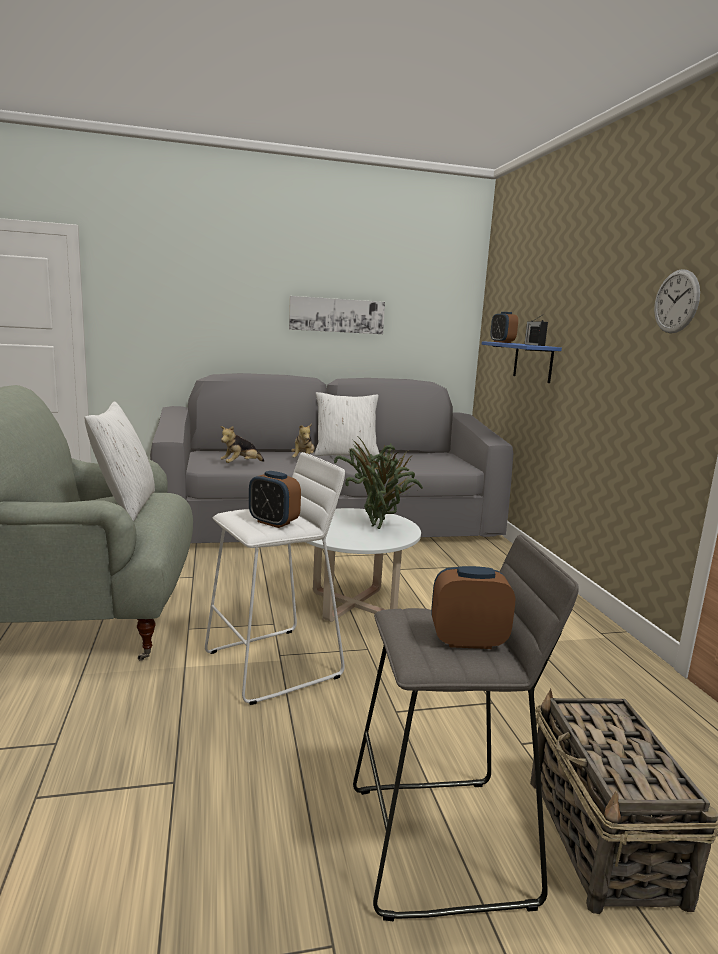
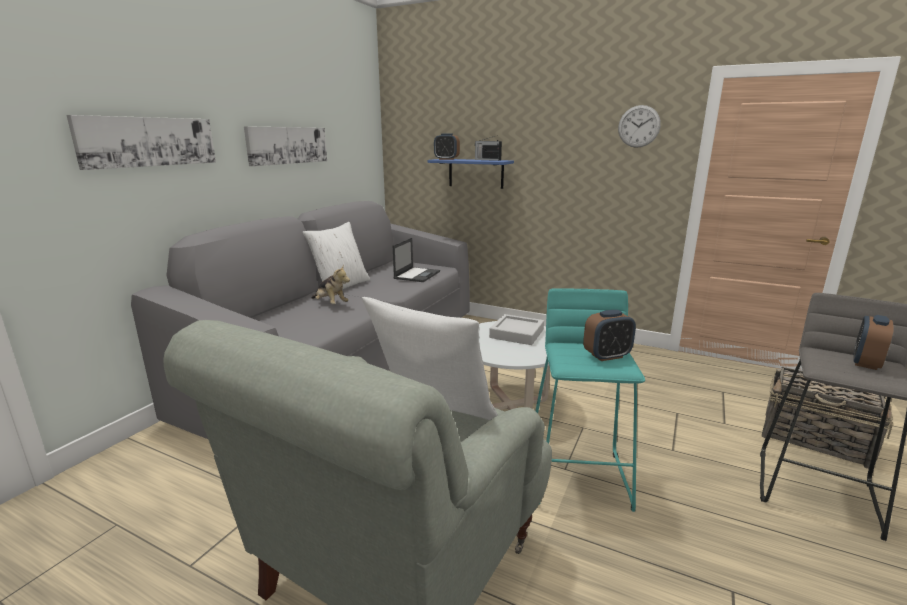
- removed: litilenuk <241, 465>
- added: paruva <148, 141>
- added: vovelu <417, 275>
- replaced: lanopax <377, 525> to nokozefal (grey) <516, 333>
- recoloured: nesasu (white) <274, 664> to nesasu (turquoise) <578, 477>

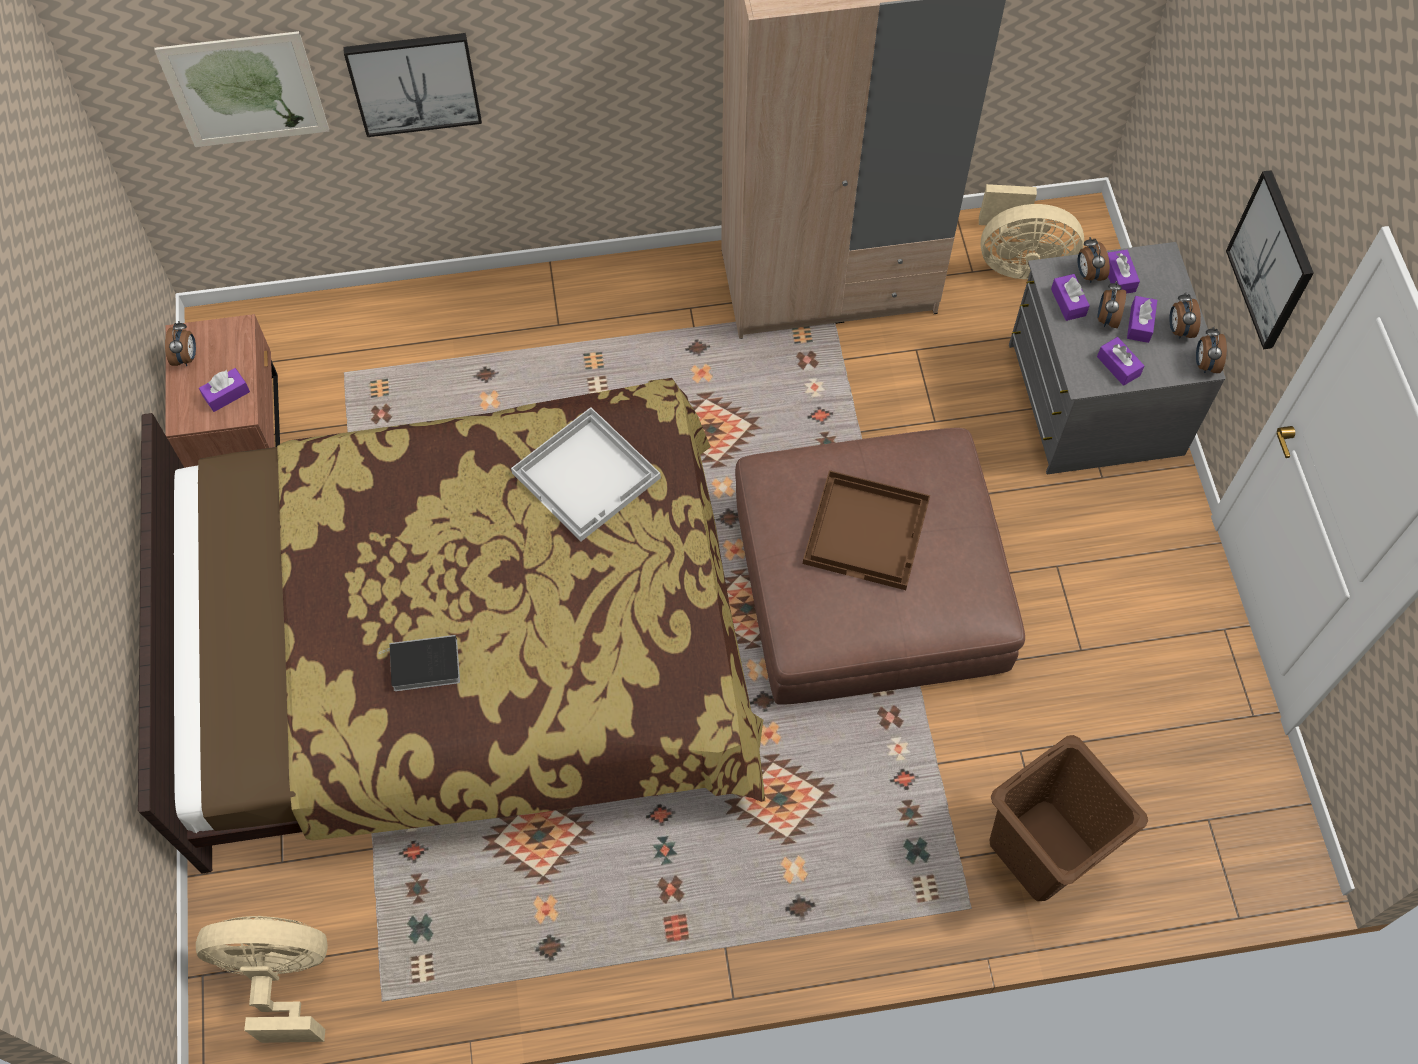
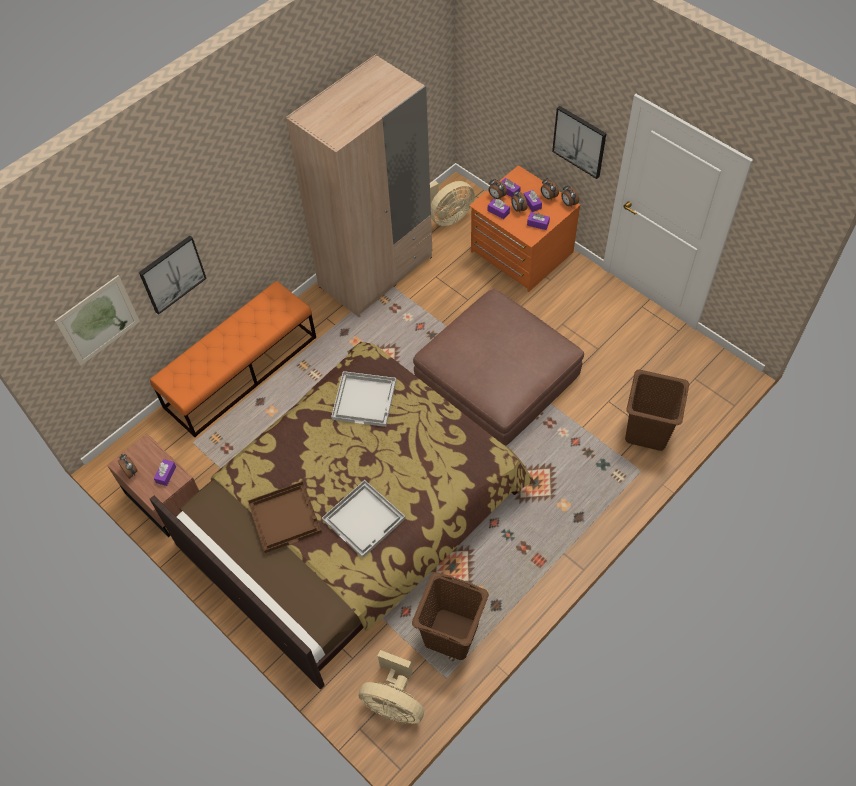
- added: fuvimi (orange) <241, 371>
- added: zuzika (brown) <451, 633>
- moved: nokozefal (brown) <867, 531> to <285, 516>
- replaced: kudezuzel <423, 666> to nokozefal (white) <364, 519>
- recoloured: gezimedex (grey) <1092, 399> to gezimedex (orange) <520, 252>
- turned: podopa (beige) <280, 977> = <394, 703> 120 degrees counterclockwise

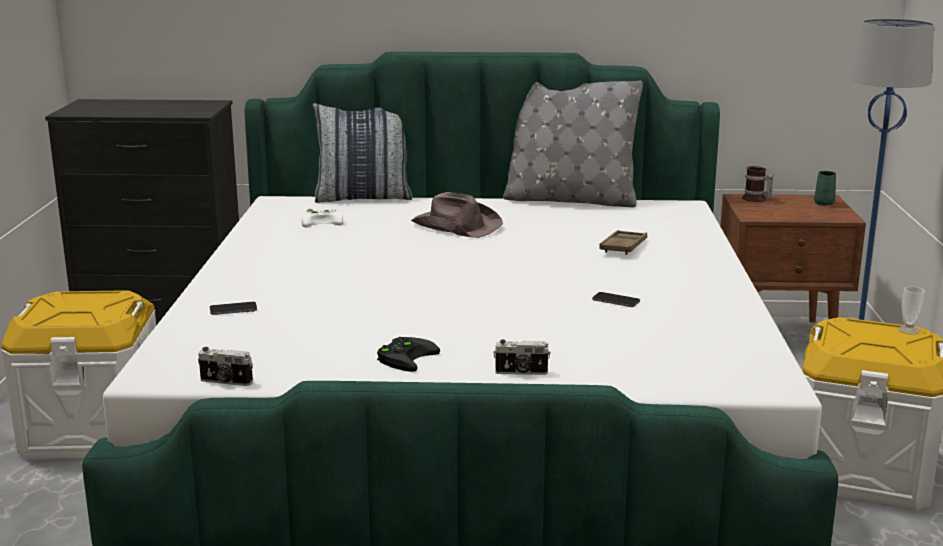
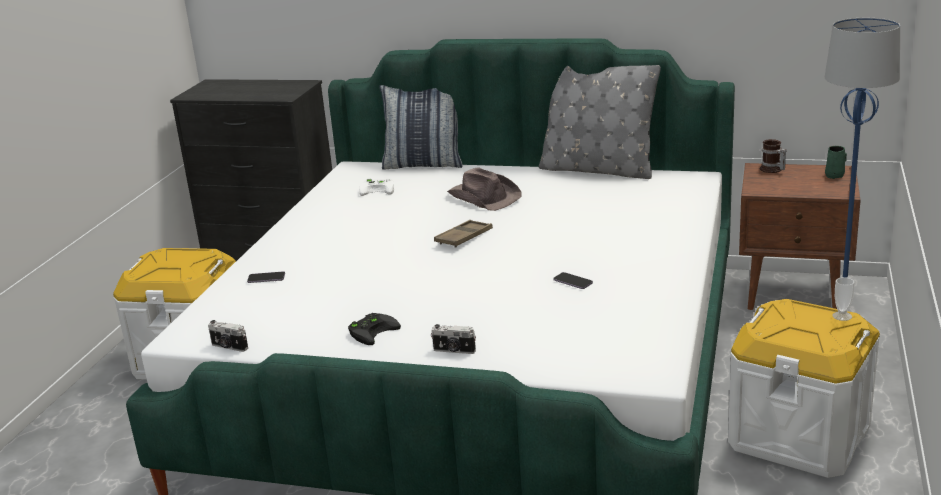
- moved: nokozefal (brown) <623, 247> to <464, 238>

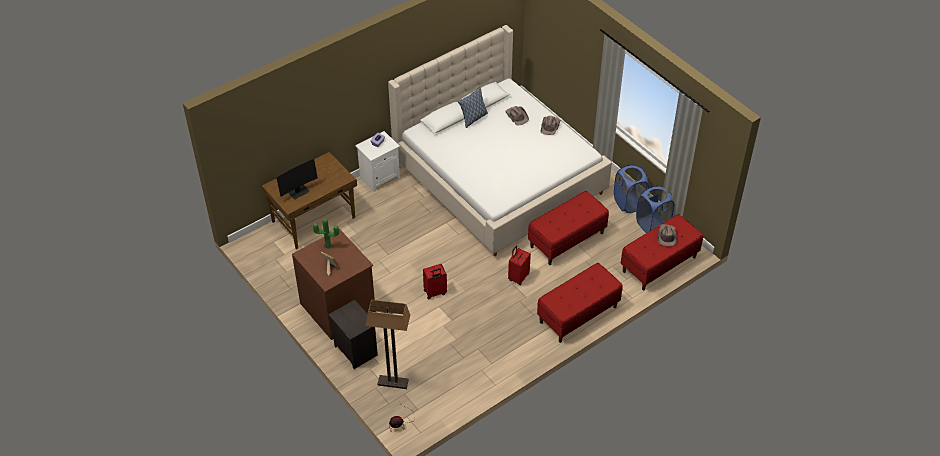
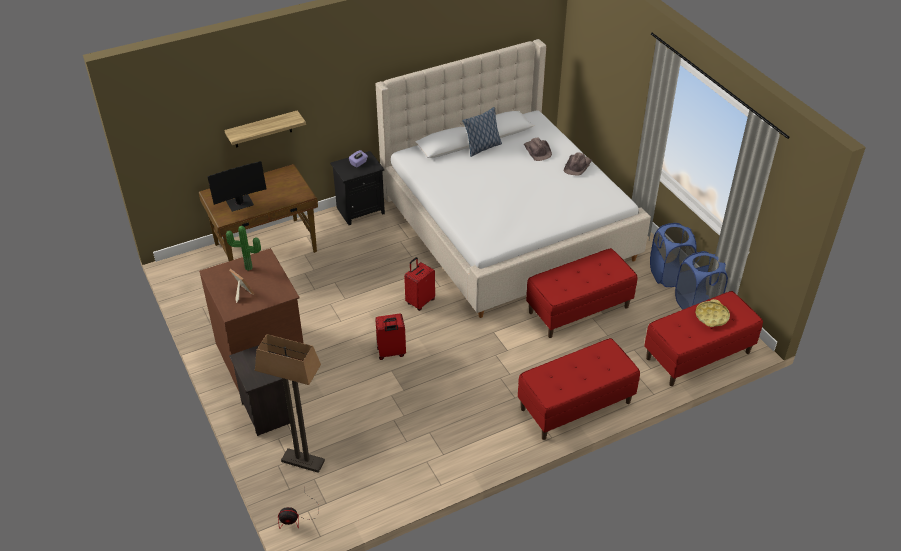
- added: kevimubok <262, 129>
- moved: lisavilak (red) <518, 277> to <420, 301>
- replaced: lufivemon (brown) <666, 236> to nokozefal (yellow) <711, 316>
- recoloured: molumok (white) <380, 177> to molumok (black) <361, 210>

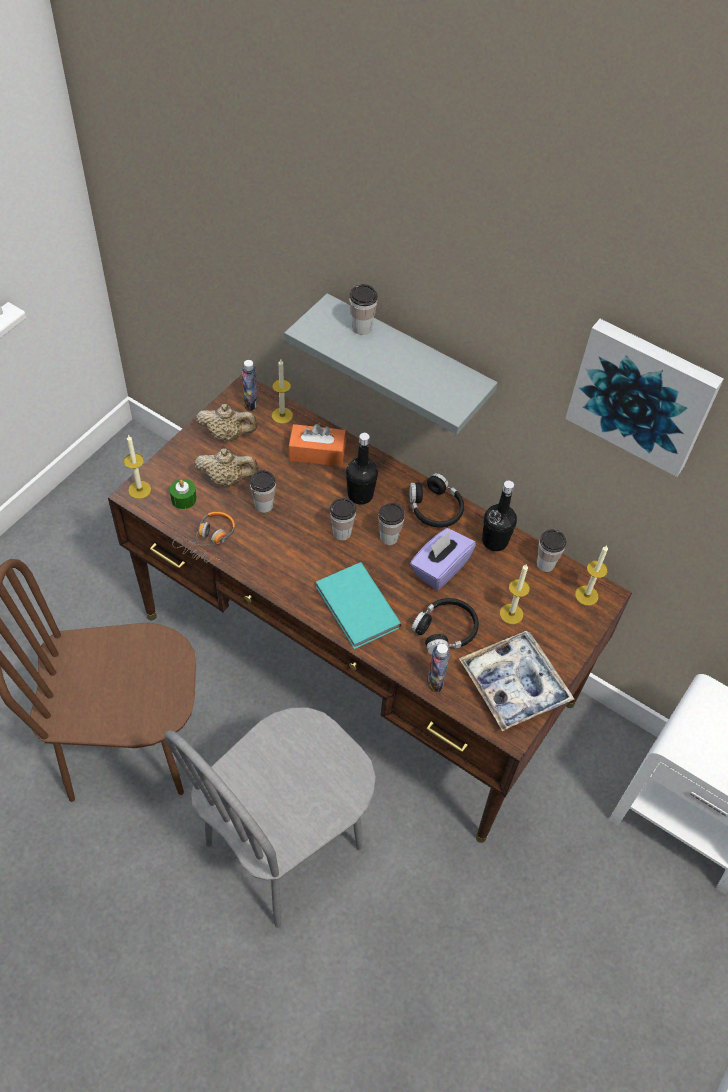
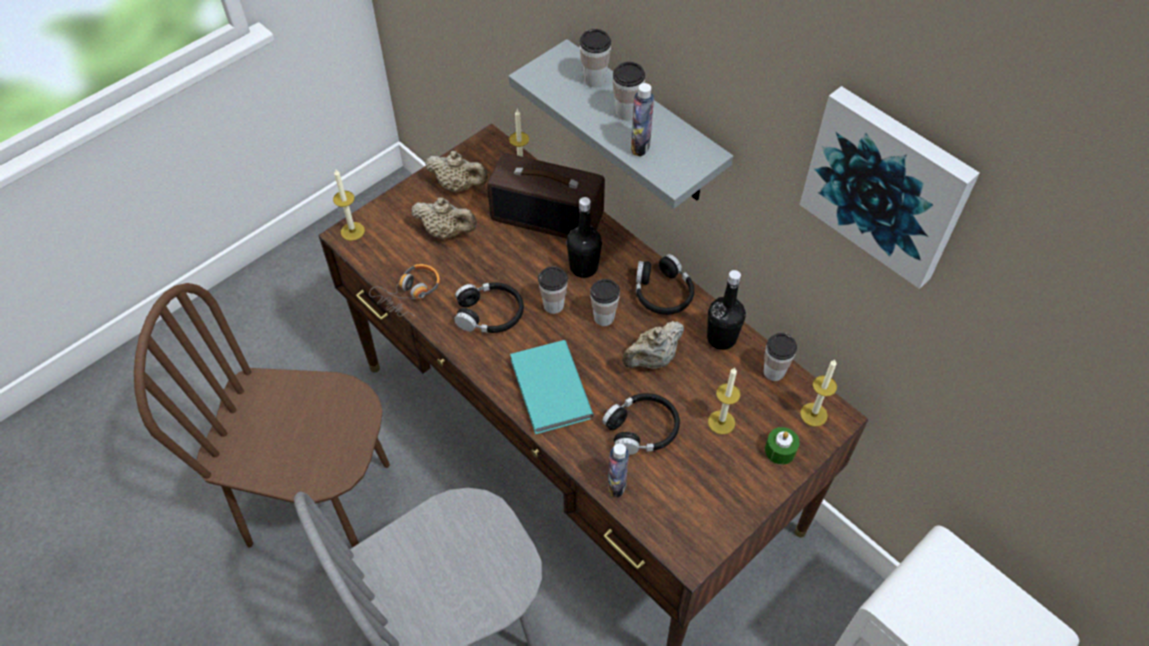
- removed: nokozefal <514, 685>
- added: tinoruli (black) <490, 314>
- moved: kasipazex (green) <183, 499> to <780, 450>
- moved: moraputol <250, 403> to <640, 146>
- moved: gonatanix <264, 505> to <626, 112>
- replaced: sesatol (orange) <317, 452> to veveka <548, 216>
- replaced: sesatol (purple) <440, 568> to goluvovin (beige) <652, 359>

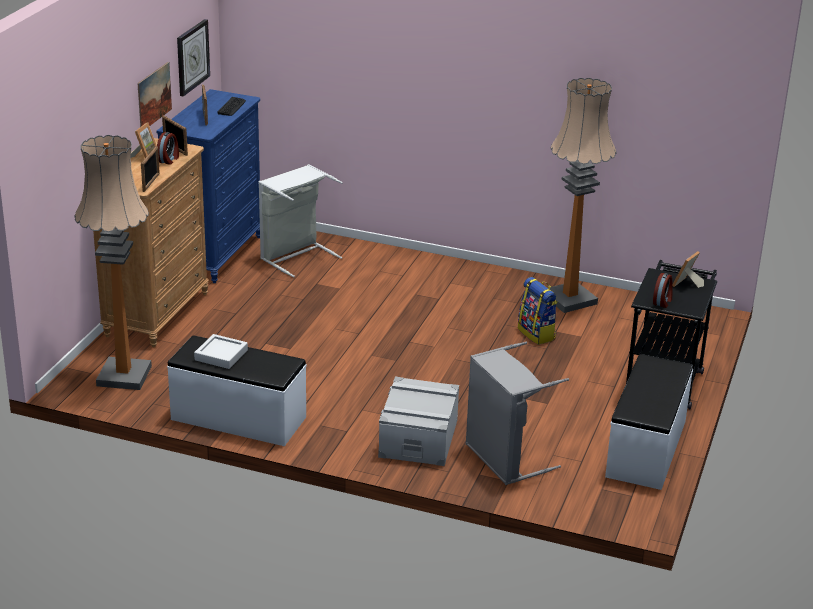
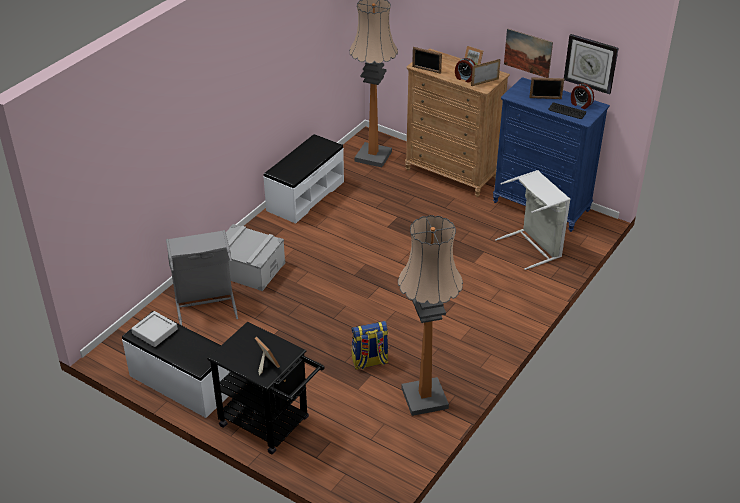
- moved: nokozefal (grey) <221, 355> to <155, 331>
- moved: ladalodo <662, 302> to <580, 104>

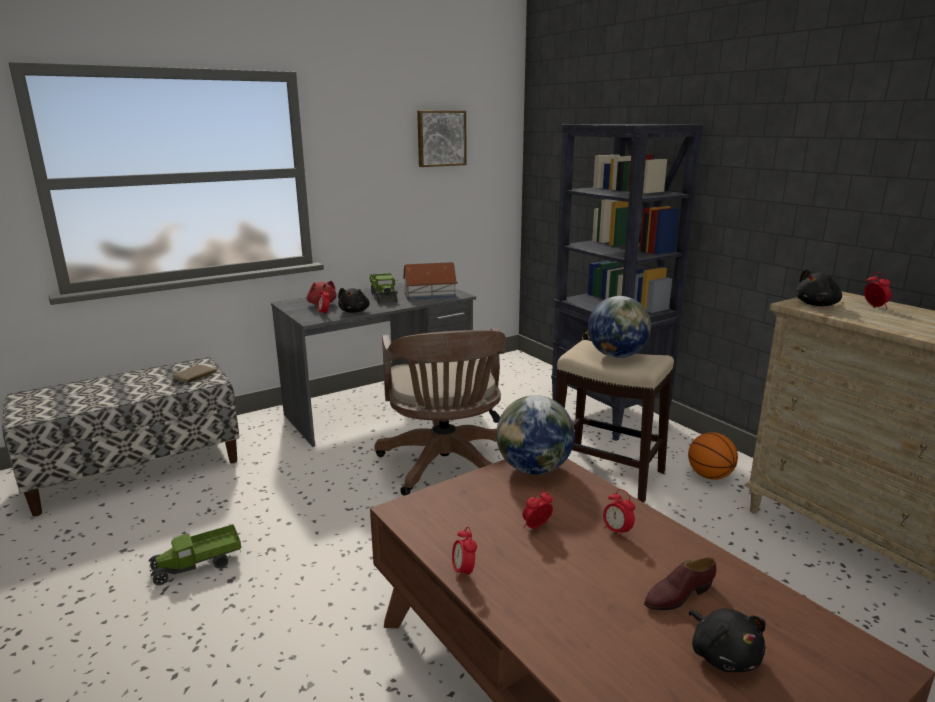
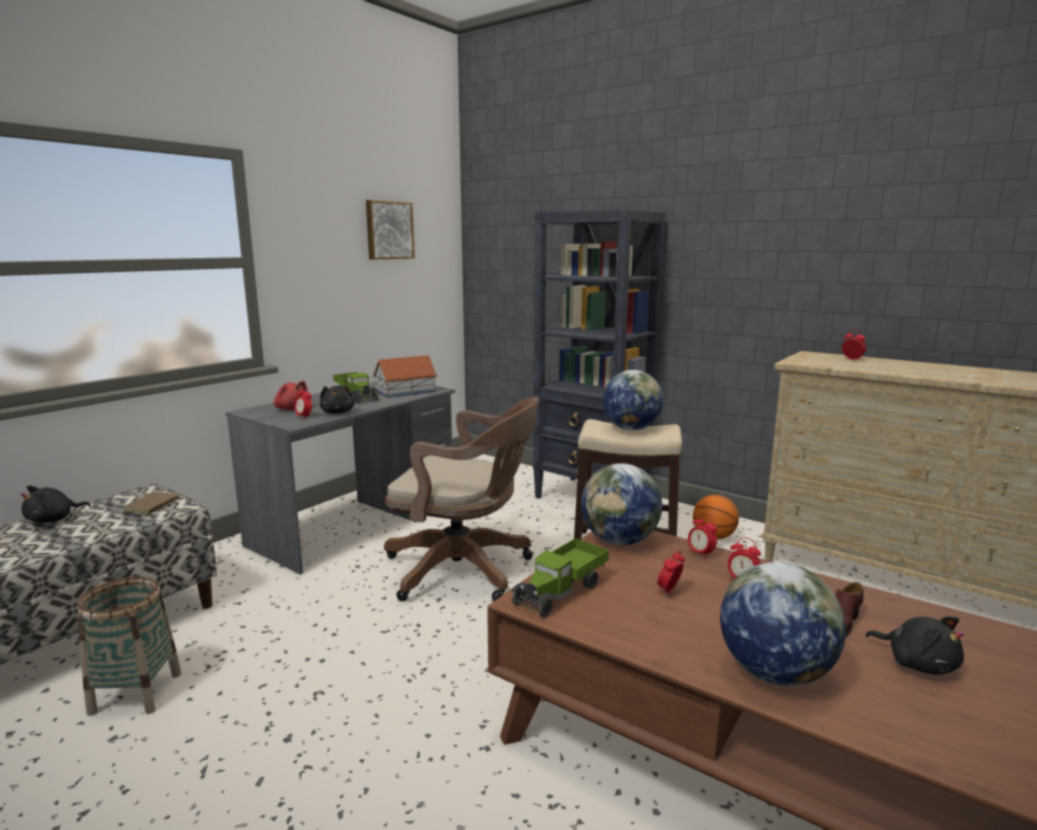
- added: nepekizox <136, 693>
- added: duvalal <774, 673>
- moved: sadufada <198, 565> to <561, 591>
- moved: ladalodo <464, 572> to <700, 554>
- moved: litilenuk (black) <818, 305> to <53, 519>
- turned: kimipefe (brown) <445, 467> = <465, 570> 45 degrees counterclockwise

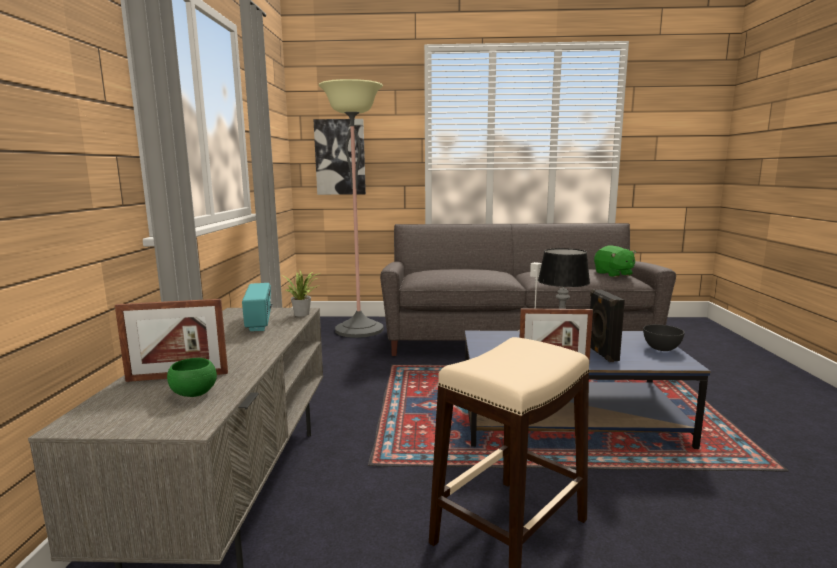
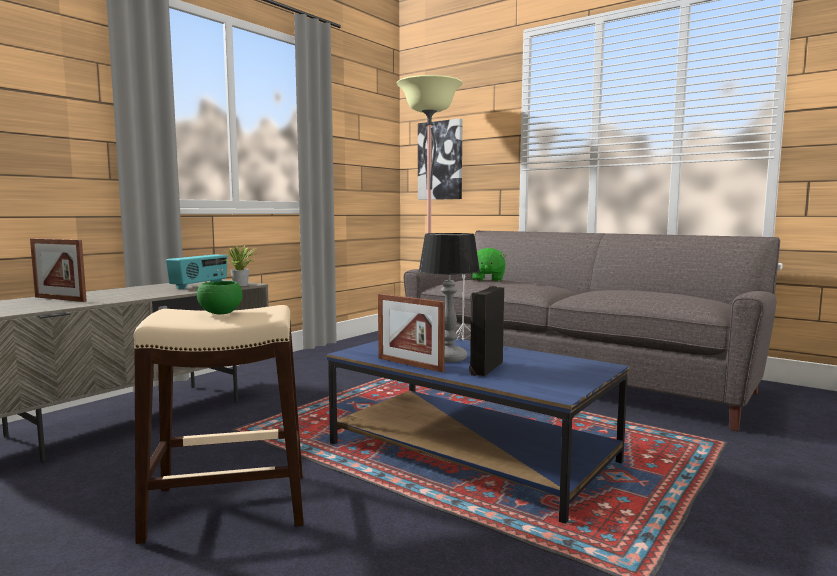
- removed: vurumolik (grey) <661, 349>
- moved: vurumolik (green) <194, 394> to <220, 313>
- moved: litilenuk (green) <613, 274> to <487, 279>

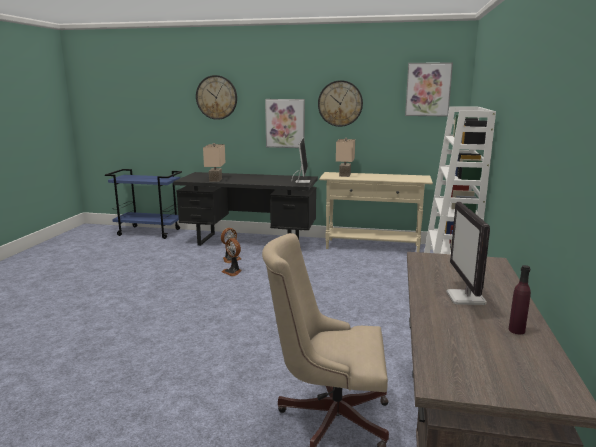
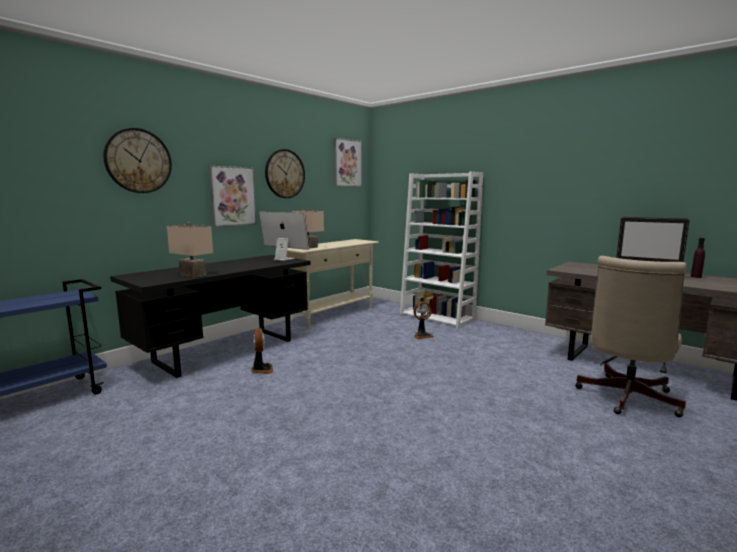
- moved: podopa <233, 272> to <422, 335>

